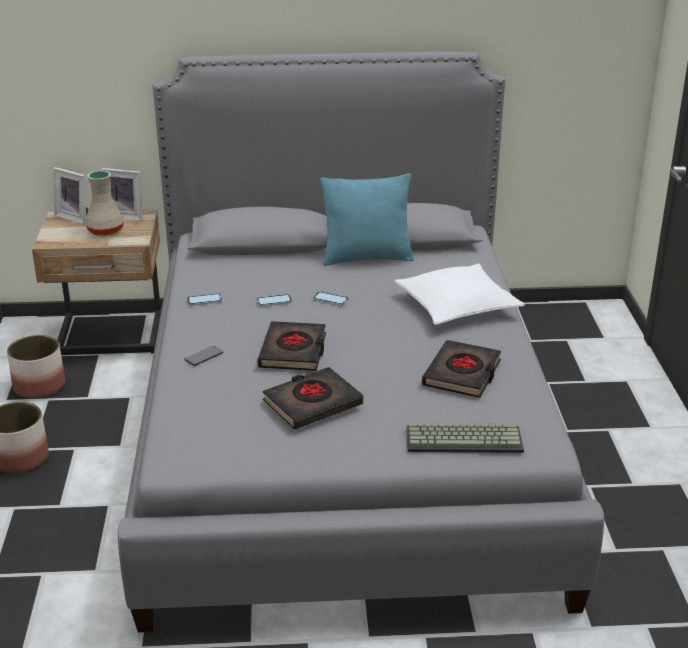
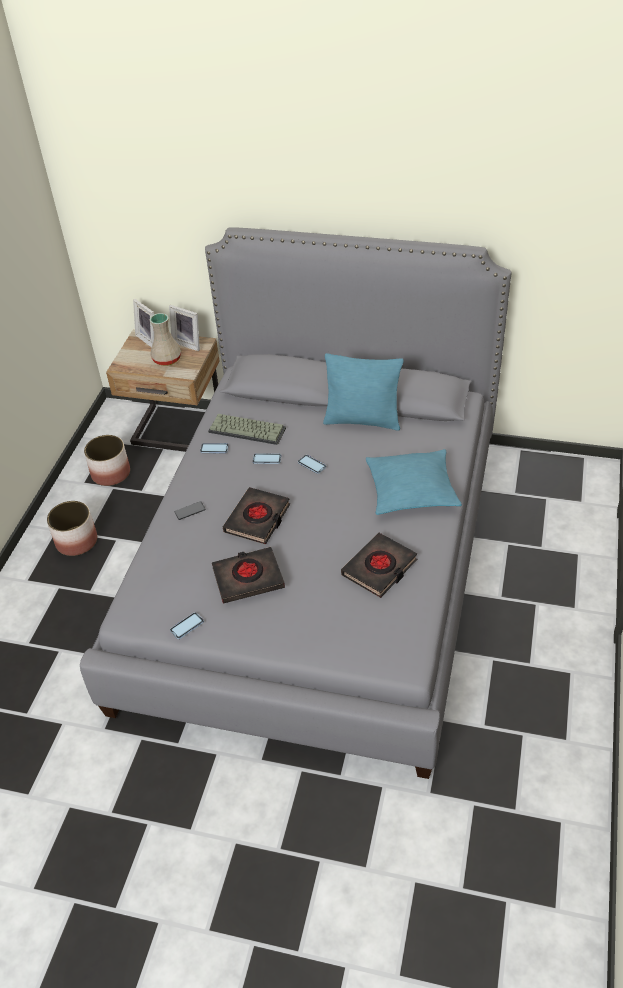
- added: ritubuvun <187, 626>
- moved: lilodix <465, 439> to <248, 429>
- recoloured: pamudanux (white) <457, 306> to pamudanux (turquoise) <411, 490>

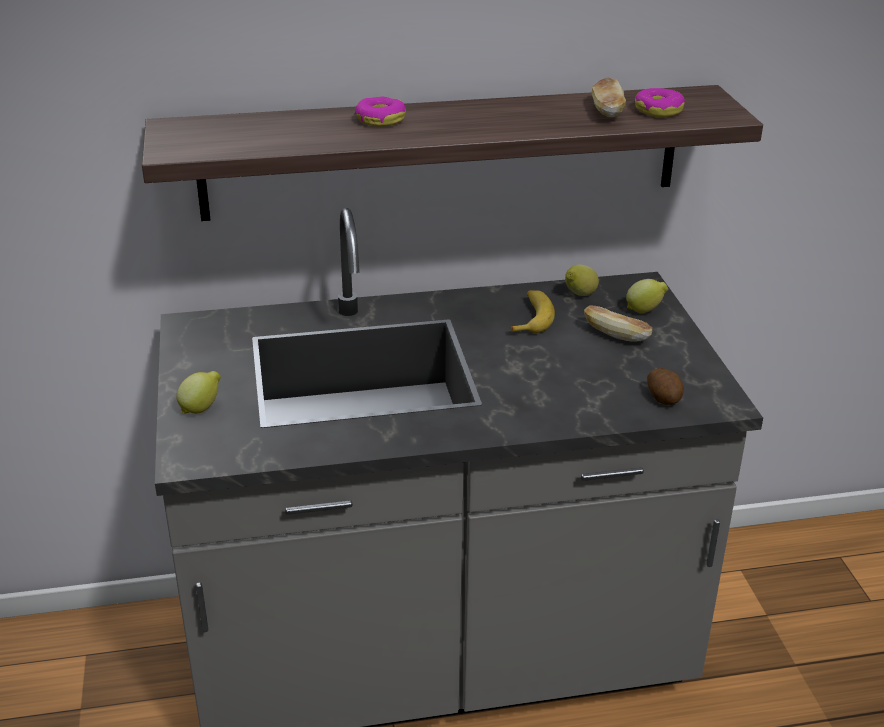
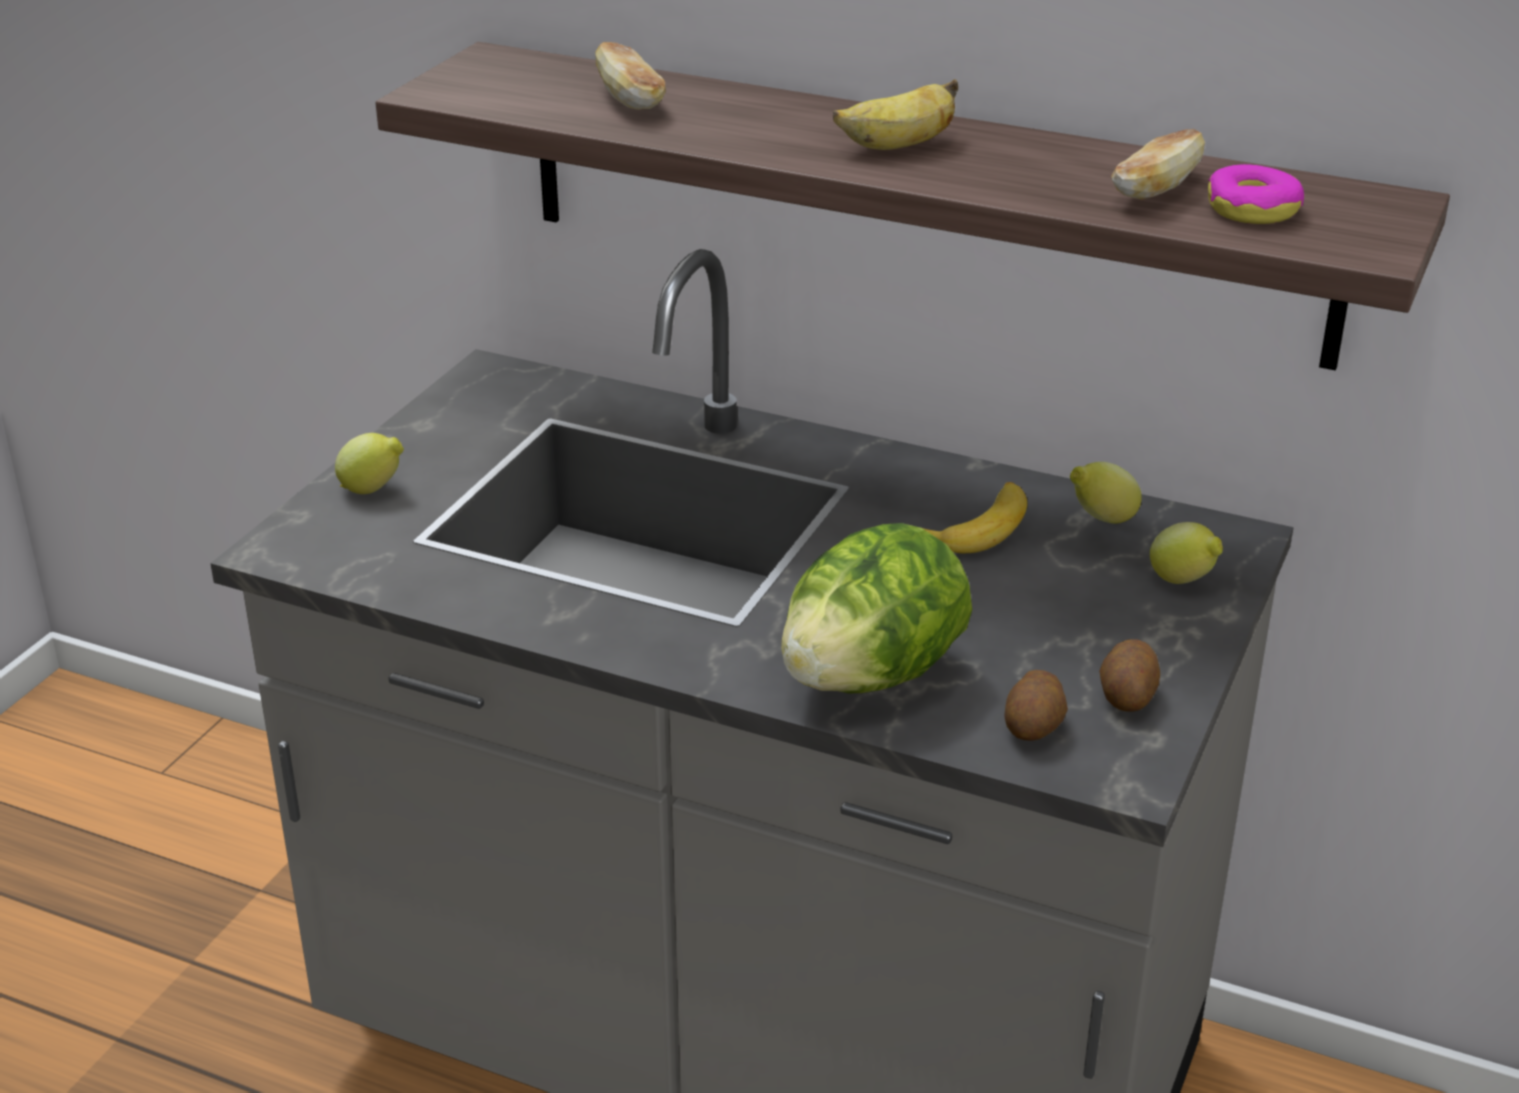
- removed: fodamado <380, 119>
- added: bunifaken <871, 675>
- added: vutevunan <897, 146>
- added: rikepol <1127, 696>
- moved: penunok <616, 335> to <631, 100>

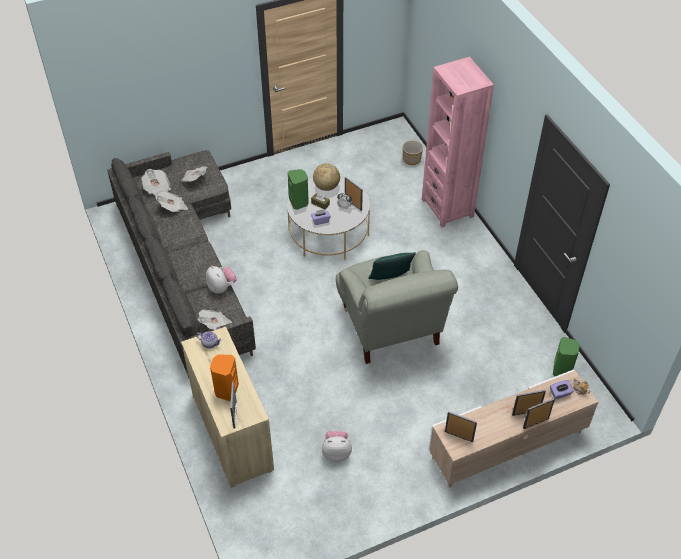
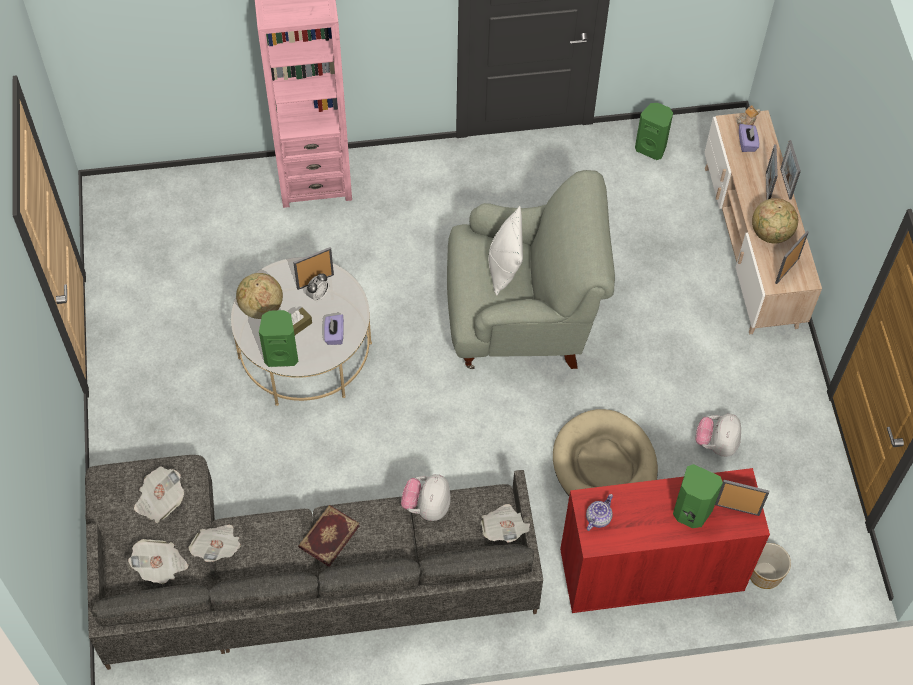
- added: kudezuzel <328, 536>
- added: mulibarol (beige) <604, 466>
- added: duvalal <771, 233>
- moved: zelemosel <411, 160> to <765, 574>
- recoloured: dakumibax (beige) <232, 432> to dakumibax (red) <651, 570>
- recoloured: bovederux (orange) <226, 390> to bovederux (green) <690, 512>
- recoloured: pamudanux (green) <390, 278> to pamudanux (white) <504, 268>
- turned: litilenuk <221, 287> = <427, 506> 60 degrees counterclockwise

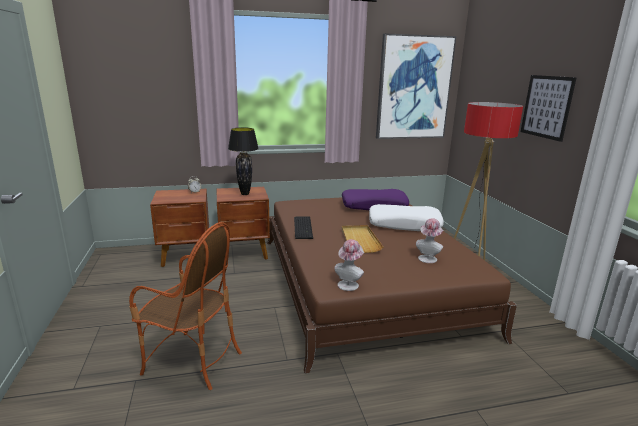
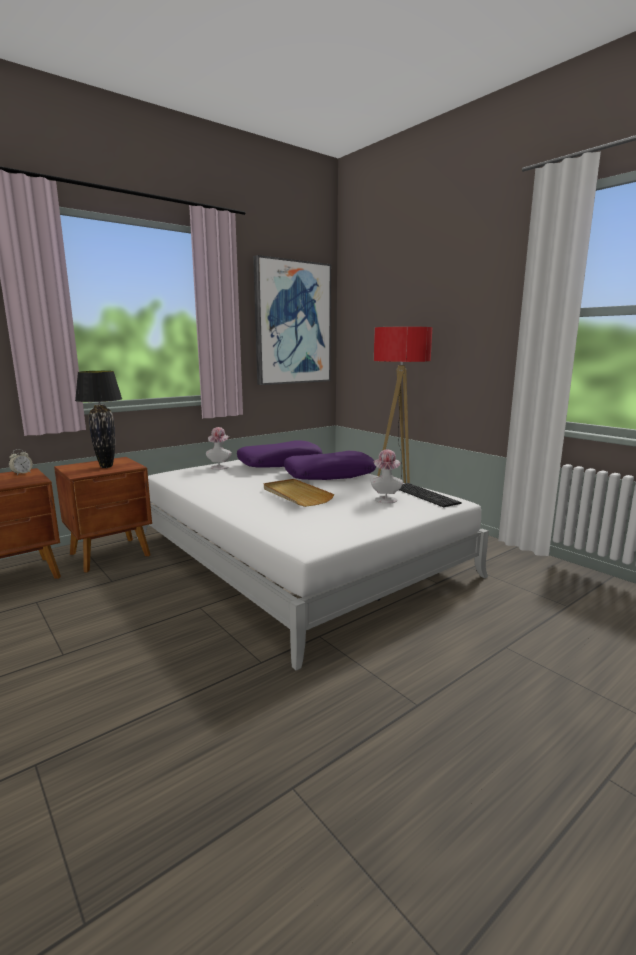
- removed: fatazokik <192, 361>
- removed: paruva <546, 107>
- moved: lilodix <304, 227> to <425, 494>
- moved: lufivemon <349, 284> to <220, 466>
- recoloured: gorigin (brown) <364, 283> to gorigin (white) <296, 555>
- recoloured: pamudanux (white) <404, 224> to pamudanux (purple) <329, 475>

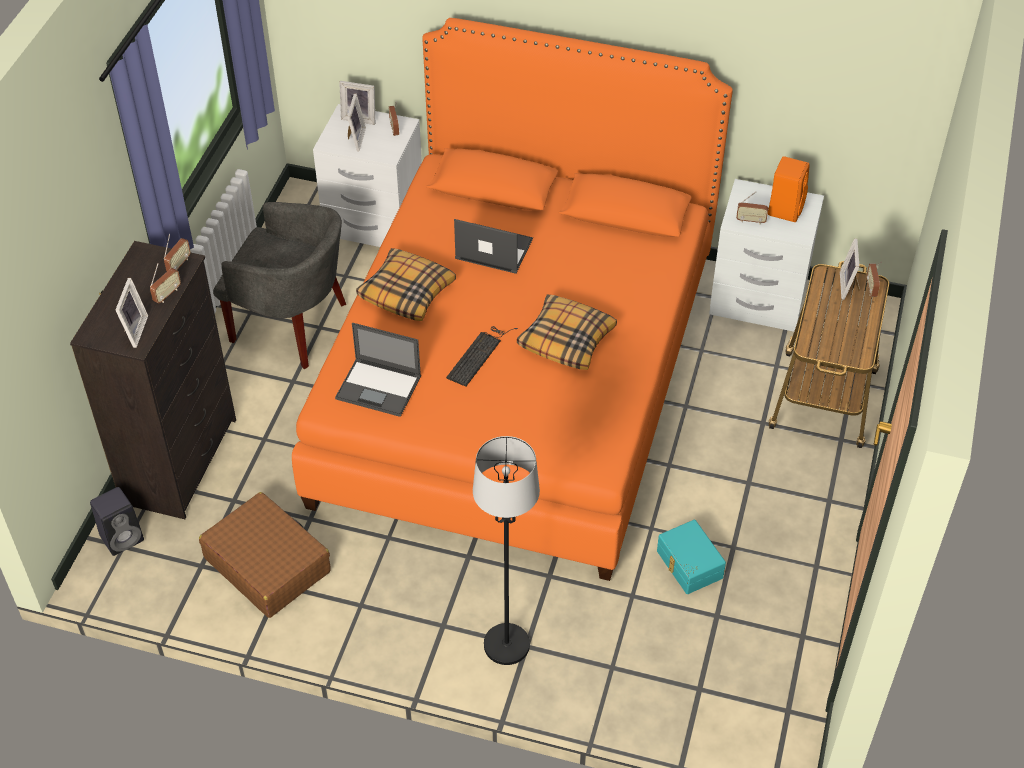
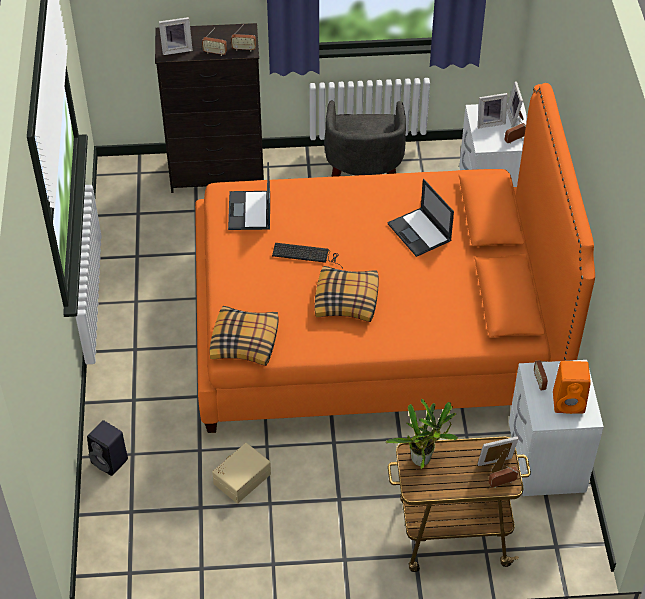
- removed: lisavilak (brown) <267, 564>
- removed: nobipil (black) <506, 645>
- added: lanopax <423, 458>
- moved: bovederux (black) <123, 537> to <111, 461>
- moved: pamudanux <407, 292> to <245, 342>
- recoloured: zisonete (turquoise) <688, 565> to zisonete (beige) <241, 478>
- turned: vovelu <493, 249> = <420, 233> 150 degrees clockwise

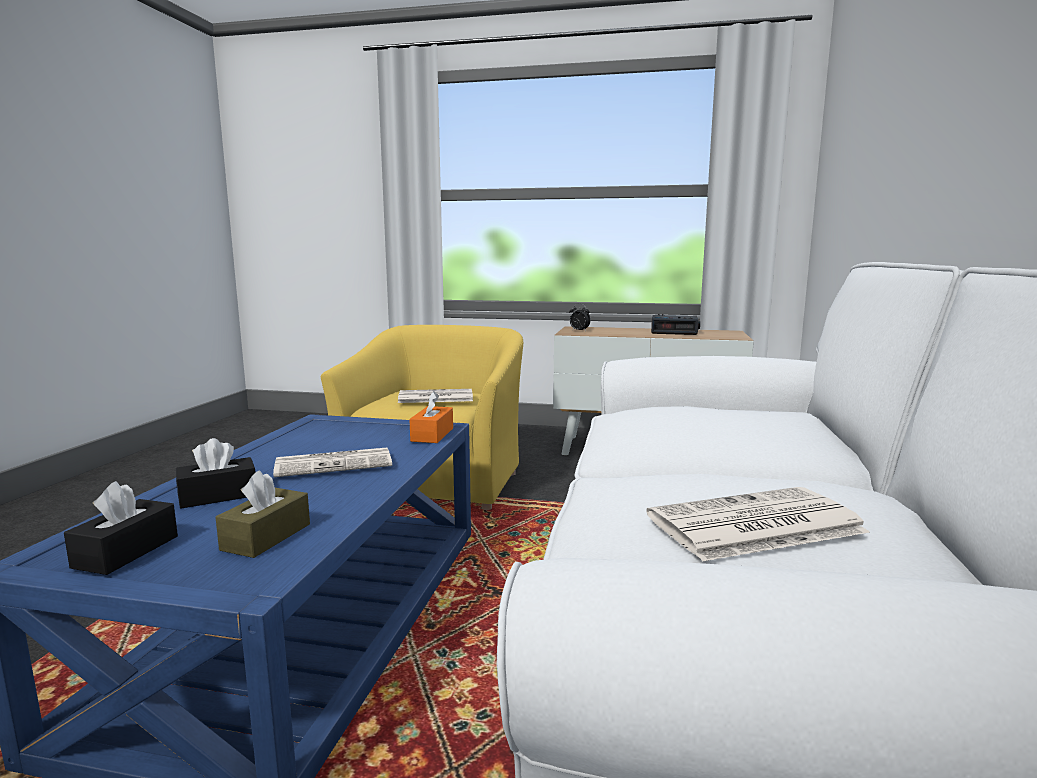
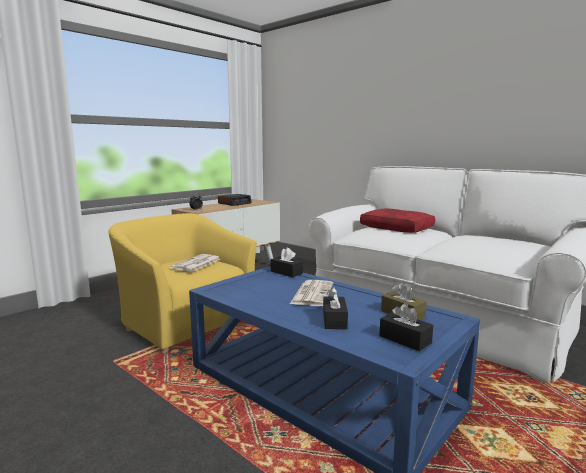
- removed: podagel <753, 525>
- added: pamudanux (red) <397, 228>
- recoloured: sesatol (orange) <432, 435> to sesatol (black) <286, 272>

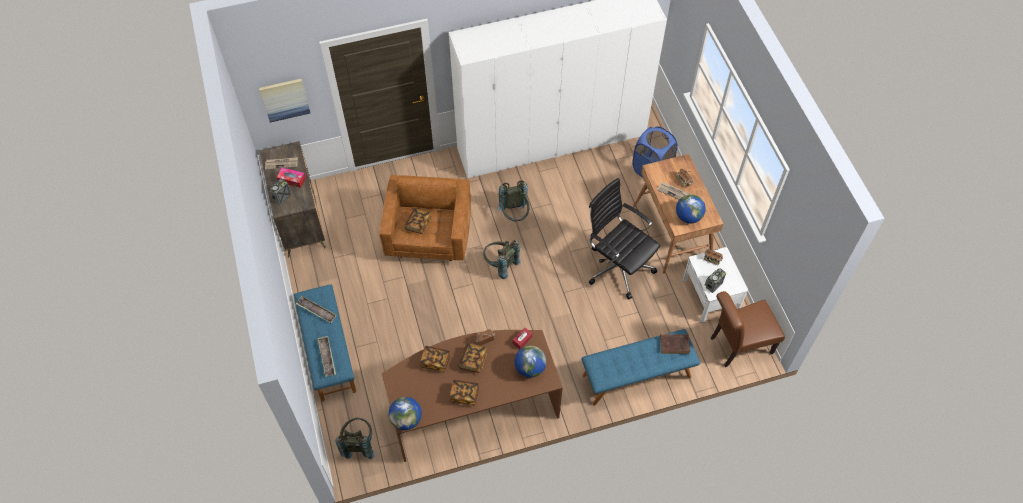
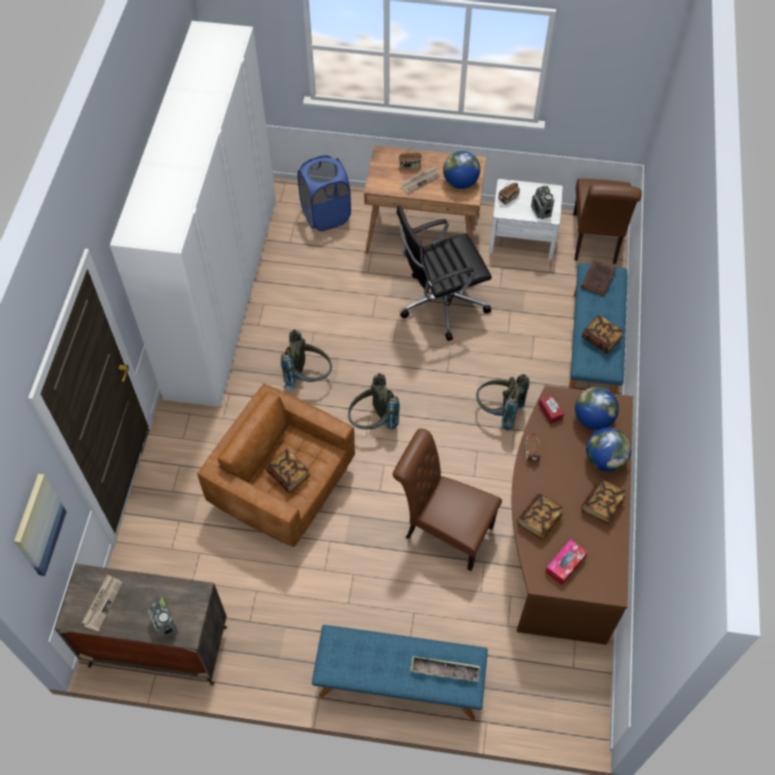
- removed: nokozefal <316, 311>
- added: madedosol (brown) <443, 530>
- moved: sesatol <292, 180> to <565, 564>
- moved: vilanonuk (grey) <358, 444> to <498, 411>
- moved: duvalal <406, 419> to <604, 459>
- moved: kudezuzel <473, 361> to <601, 339>

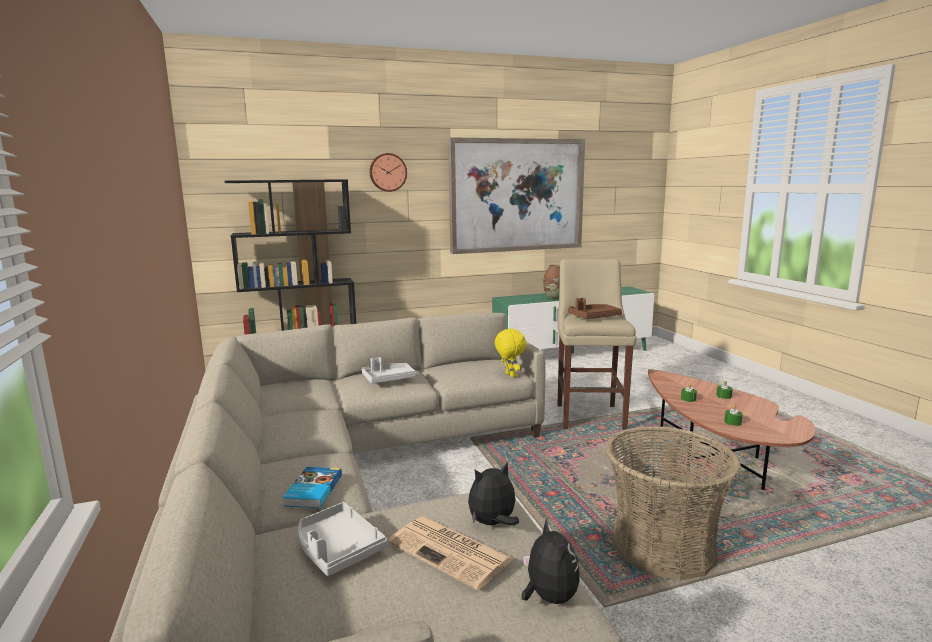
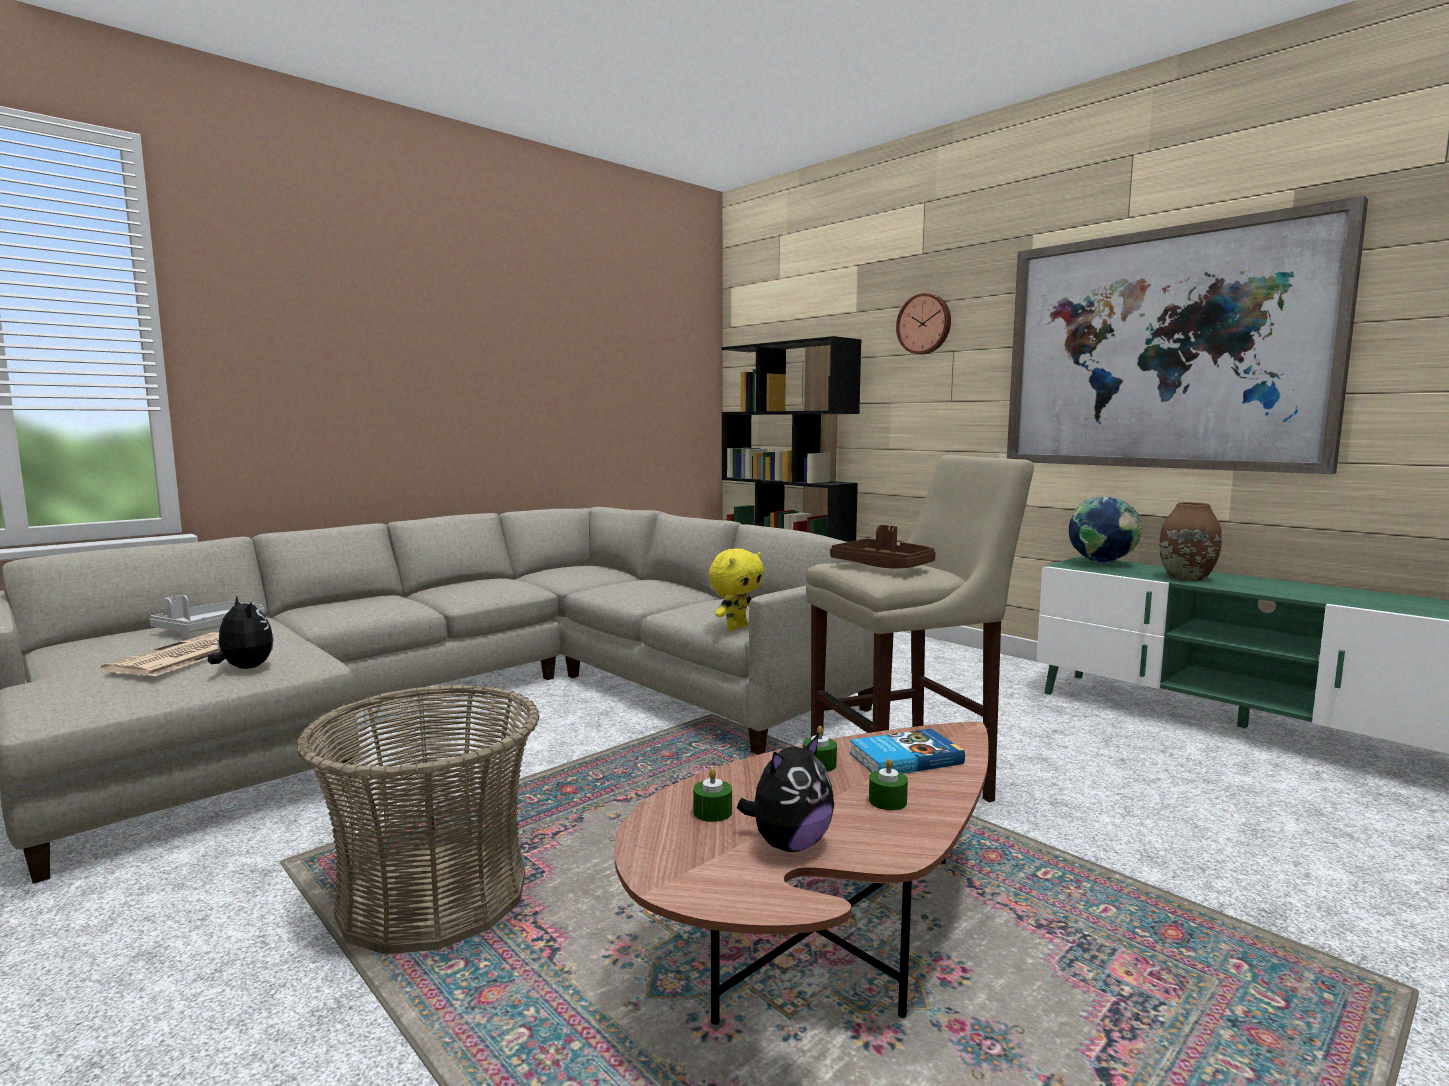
- removed: nokozefal (grey) <388, 379>
- added: duvalal <1101, 564>
- moved: kudezuzel <312, 490> to <904, 758>
- moved: litilenuk <548, 597> to <789, 844>

